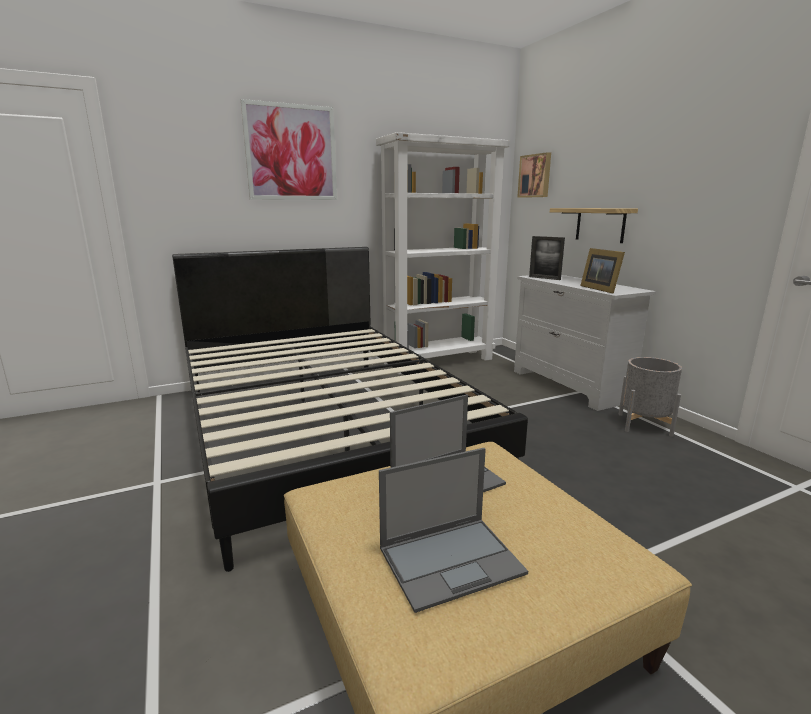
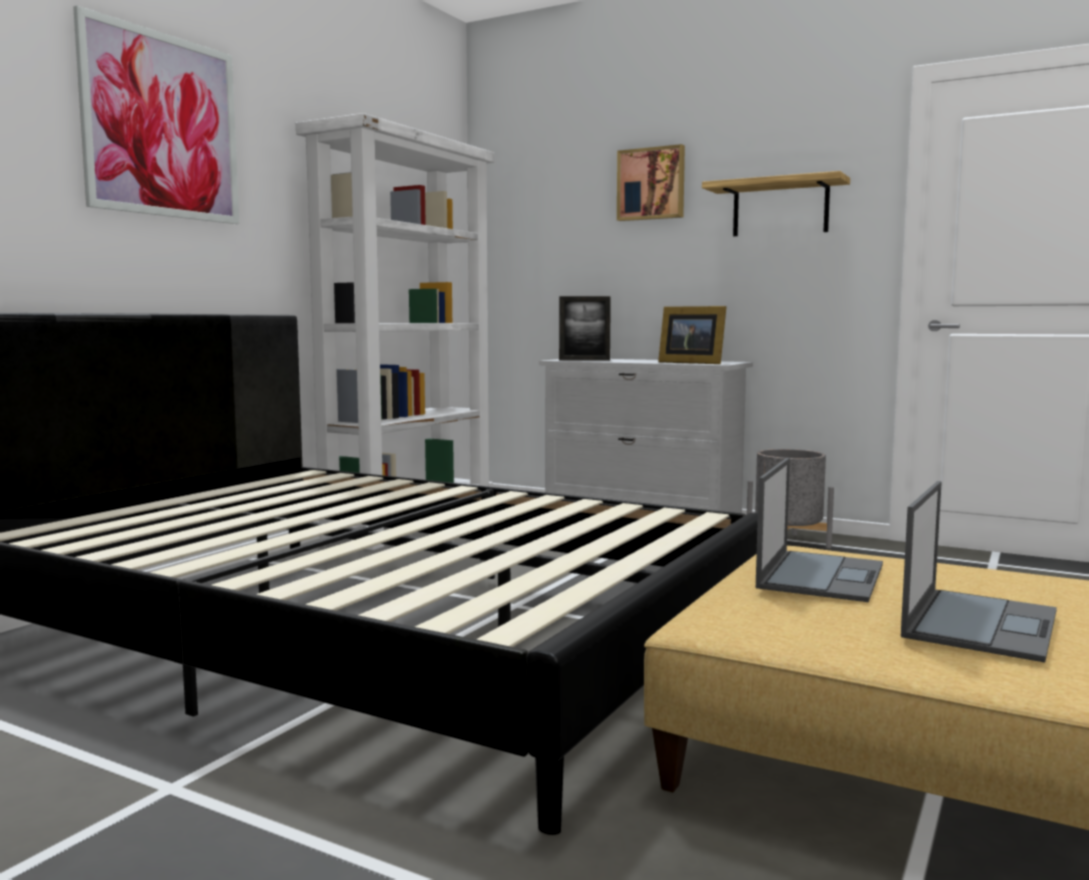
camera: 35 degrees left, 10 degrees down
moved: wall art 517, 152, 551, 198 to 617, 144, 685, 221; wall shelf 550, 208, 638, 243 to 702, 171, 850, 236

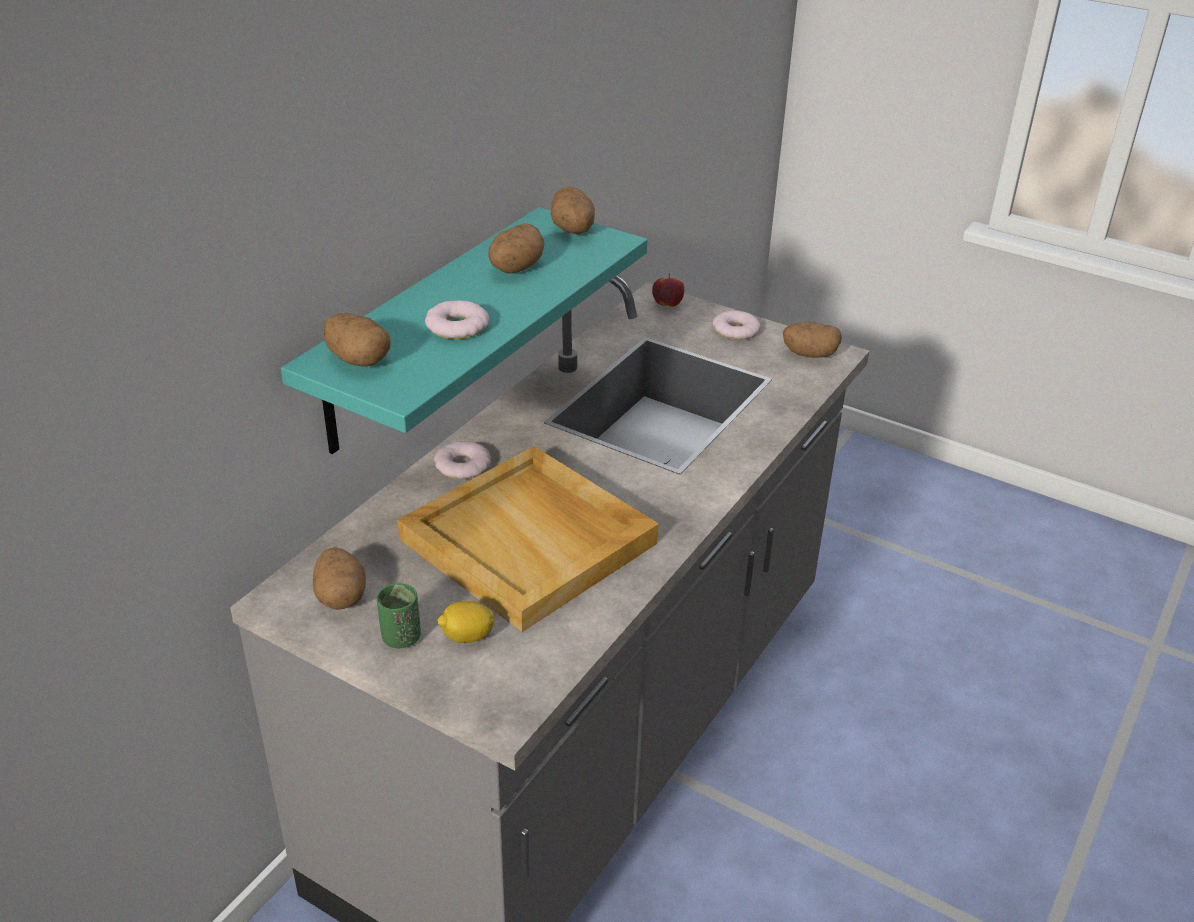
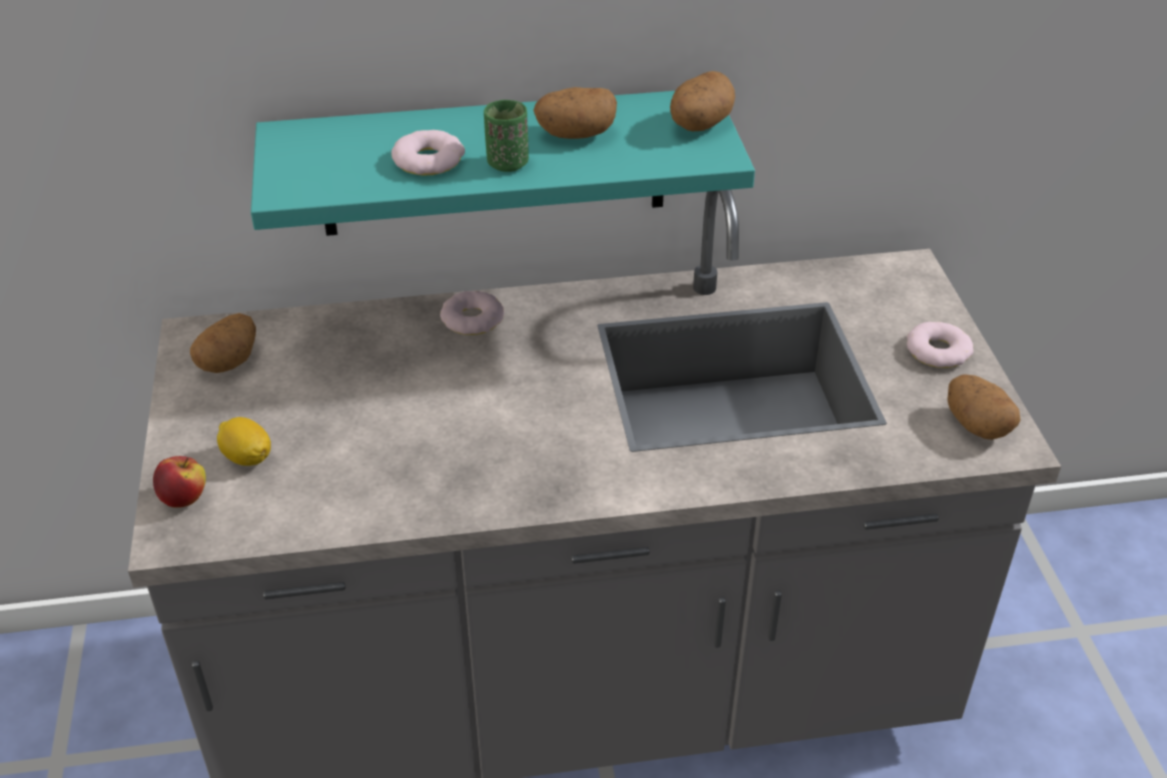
camera: 50 degrees right, 5 degrees up
removed: potato 324, 313, 391, 367; beige-coloured tray 398, 446, 659, 632
moved: green-coloured small cup 377, 583, 421, 648 to 484, 100, 529, 172; apple fruit 652, 273, 684, 307 to 153, 456, 206, 508

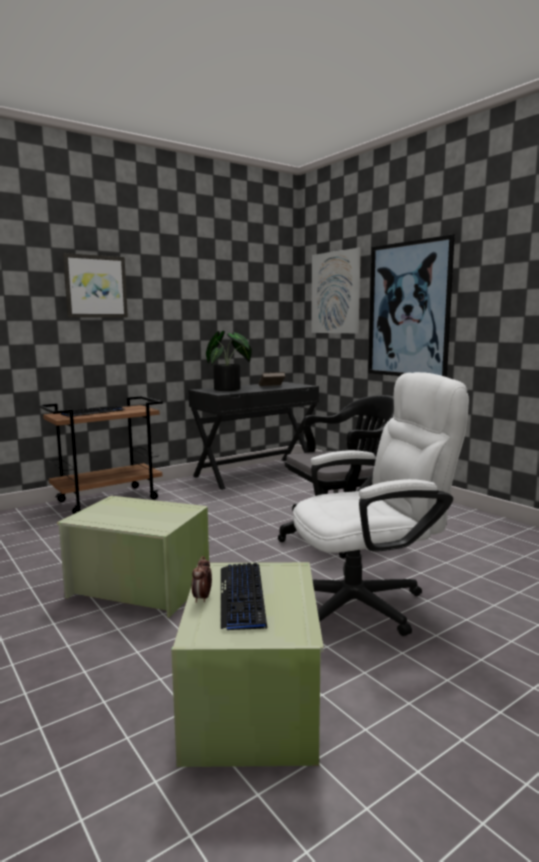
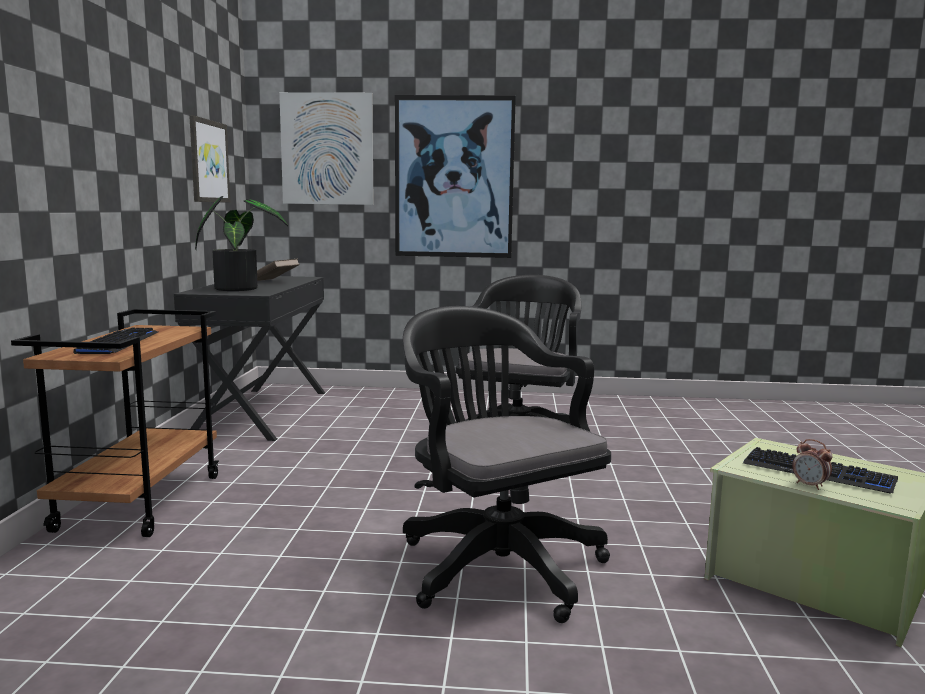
camera: 50 degrees left, 0 degrees up
removed: white-coloured office chair 293, 372, 469, 636
moved: wall art 63, 253, 128, 318 to 189, 115, 230, 203
replaced: green-coloured storage bin 57, 496, 209, 618 to blackish office chair 403, 306, 611, 623

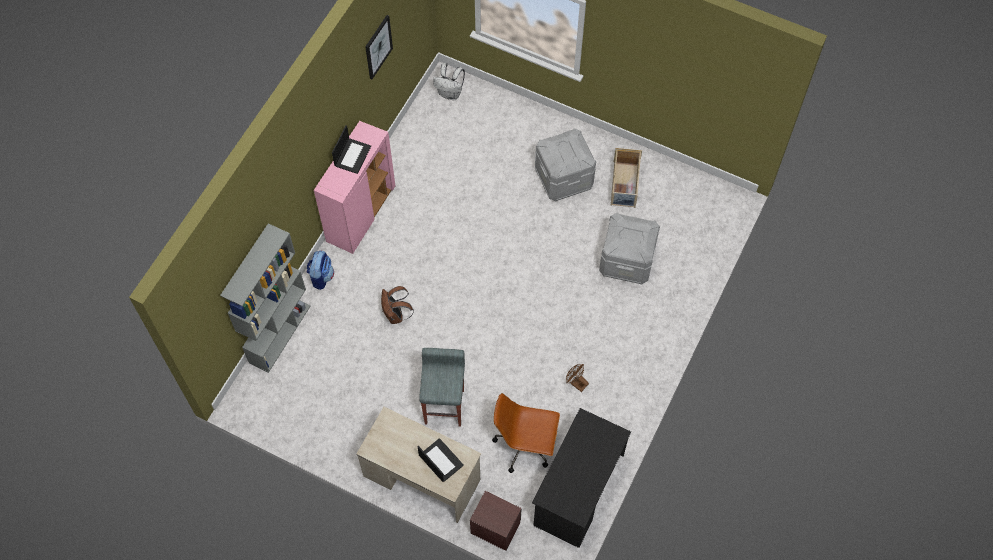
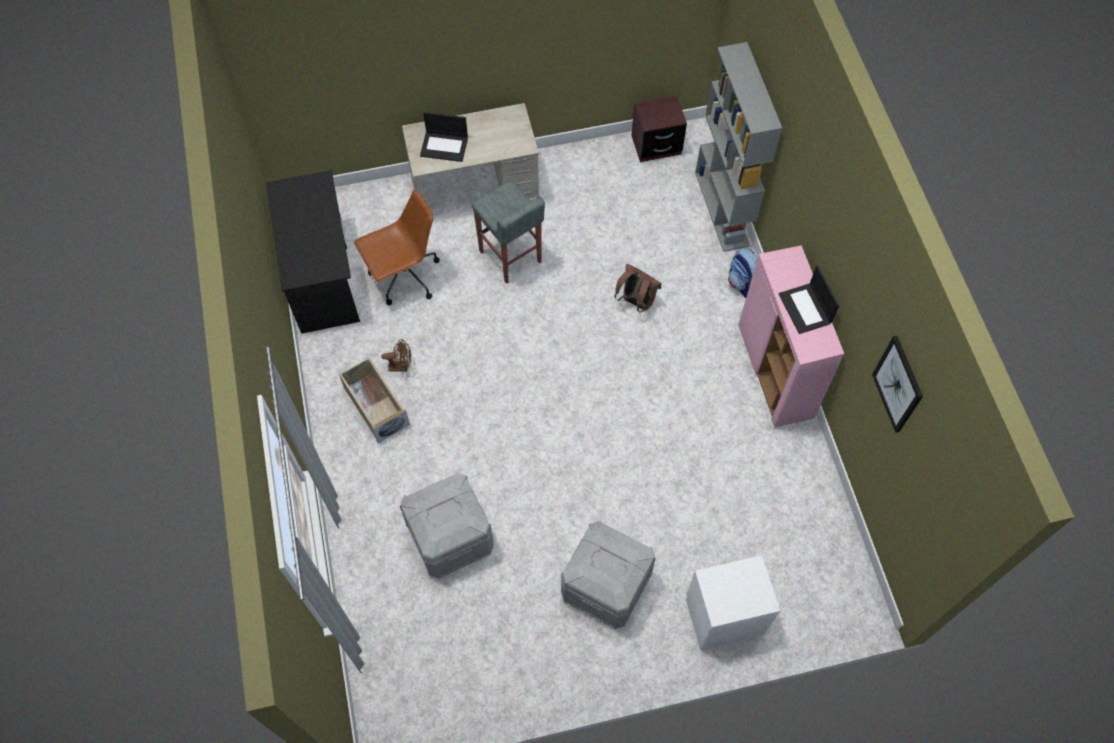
camera: 140 degrees right, 0 degrees up
removed: white-coloured knapsack 433, 63, 465, 100
added: white-coloured bedside table 686, 555, 780, 650
moved: brownish bedside table 470, 491, 522, 551 to 631, 95, 687, 162; beige-coloured storage bin 611, 148, 642, 208 to 339, 356, 410, 443

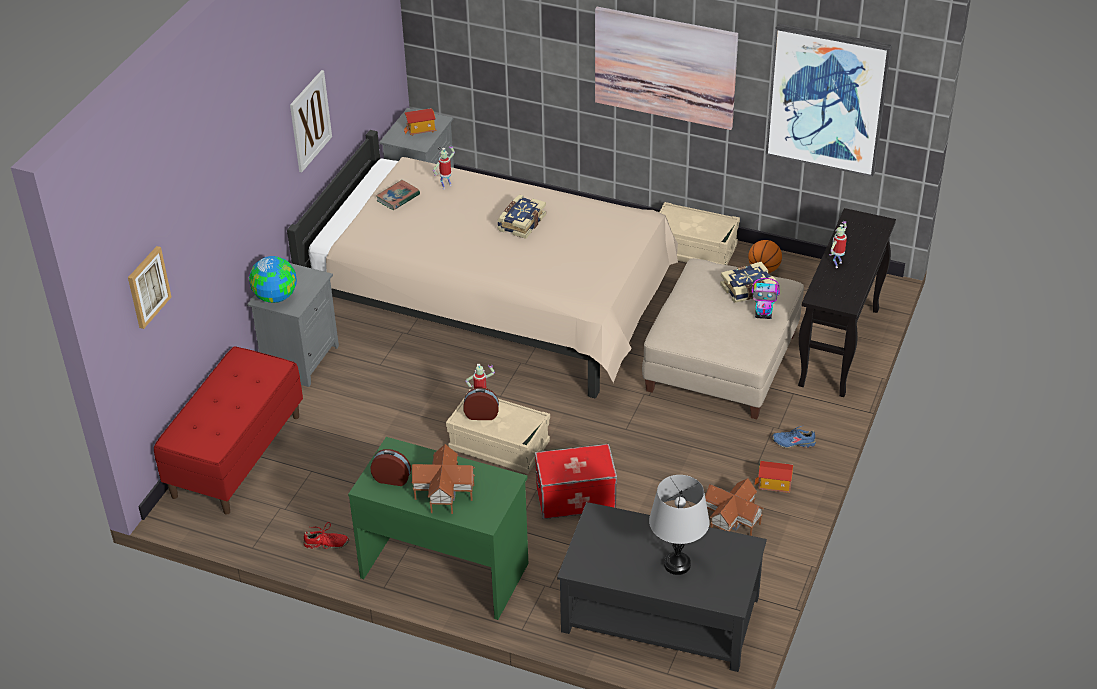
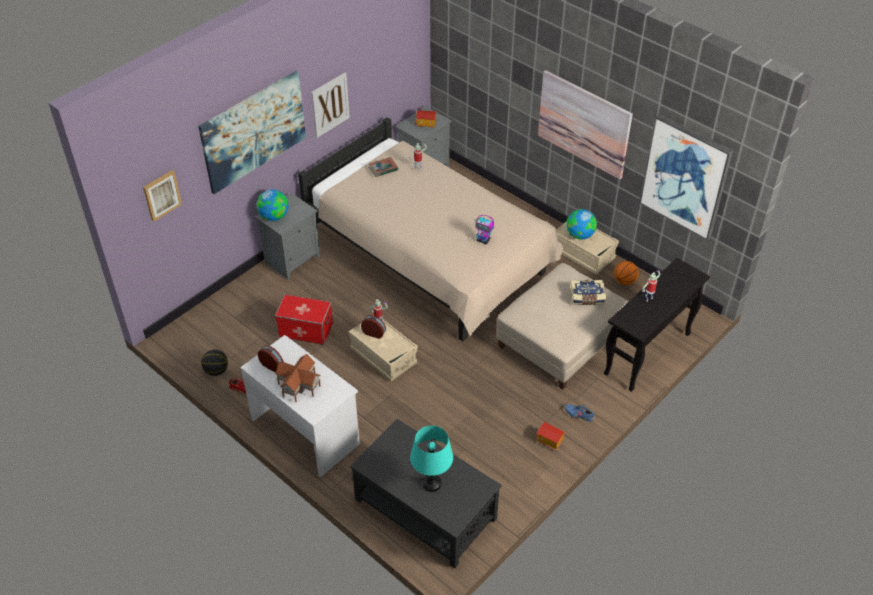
camera: 20 degrees right, 5 degrees up
removed: red-coloured bench 154, 346, 303, 515; volume 497, 194, 546, 239; toy house 705, 478, 764, 536
added: wall art 198, 71, 306, 194; basketball ball 201, 350, 228, 376; globe 566, 209, 597, 240
moved: storage bin 535, 444, 617, 519 to 275, 294, 333, 345; toy robot 751, 278, 780, 319 to 475, 215, 494, 244
recoloured: green-coloured desk table 348, 437, 528, 620 to white-coloured desk table 240, 335, 360, 477; grey lamp for a table 649, 475, 710, 575 to blue-green lamp for a table 410, 426, 453, 492

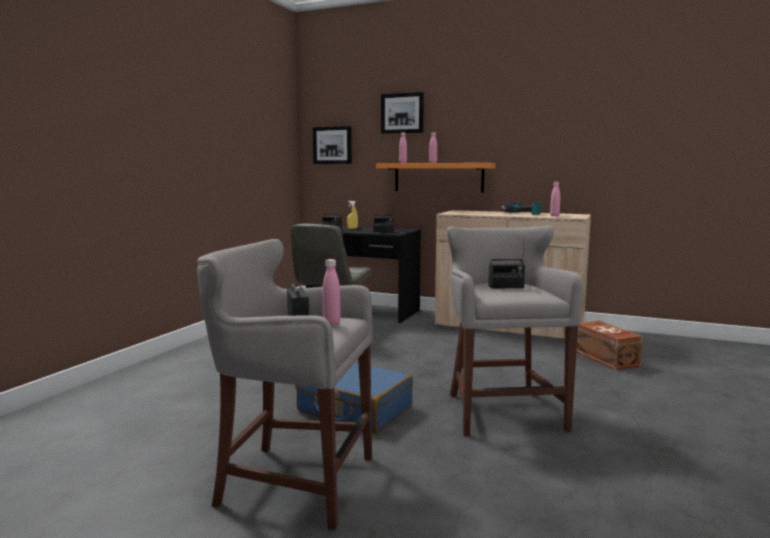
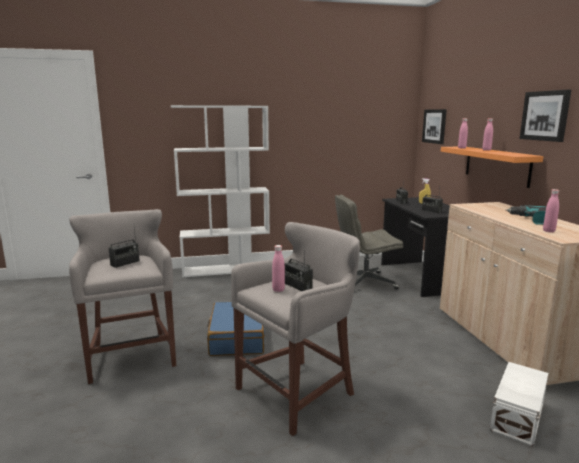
camera: 55 degrees right, 5 degrees up
added: white-coloured bookcase 171, 105, 270, 277
moved: pink drink bottle 323, 259, 341, 326 to 272, 245, 285, 292; wall art 381, 92, 424, 134 to 519, 90, 571, 142
recoloured: brownish storage bin 576, 321, 643, 370 to white-coloured storage bin 490, 362, 548, 447

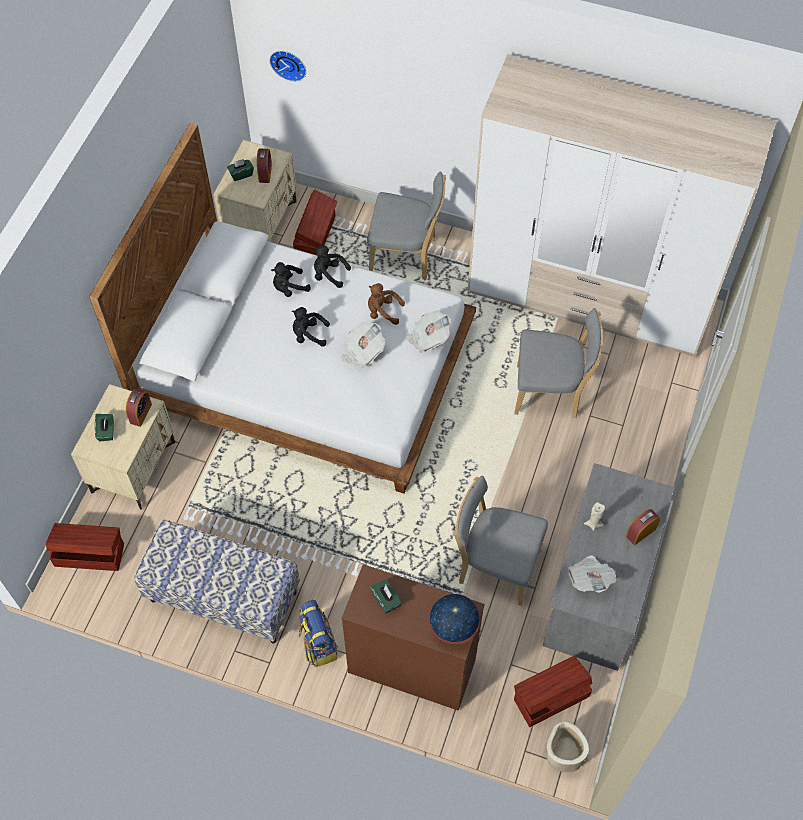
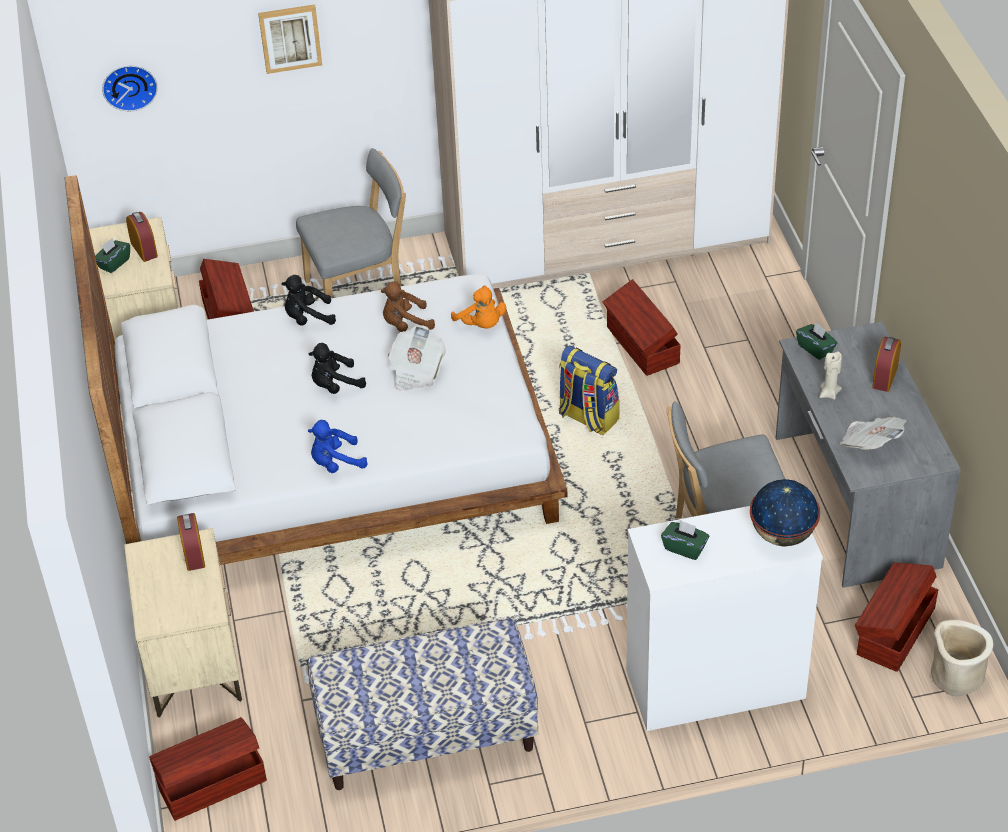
camera: 30 degrees left, 15 degrees down
removed: blackish plush toy 271, 262, 311, 297
added: wall art 258, 4, 322, 74; blue plush toy 308, 420, 368, 473
moved: green-coloured box of tissues 95, 414, 114, 441 to 796, 322, 837, 360; knapsack 298, 600, 338, 667 to 559, 345, 620, 435
replaced: printed paper 406, 310, 451, 353 to orange-coloured plush toy 451, 285, 506, 329; grey plain chair 514, 308, 603, 419 to brownish storage bin 603, 279, 680, 376
recoloured: brownish chest of drawers 342, 564, 485, 711 to white-coloured chest of drawers 626, 506, 823, 731

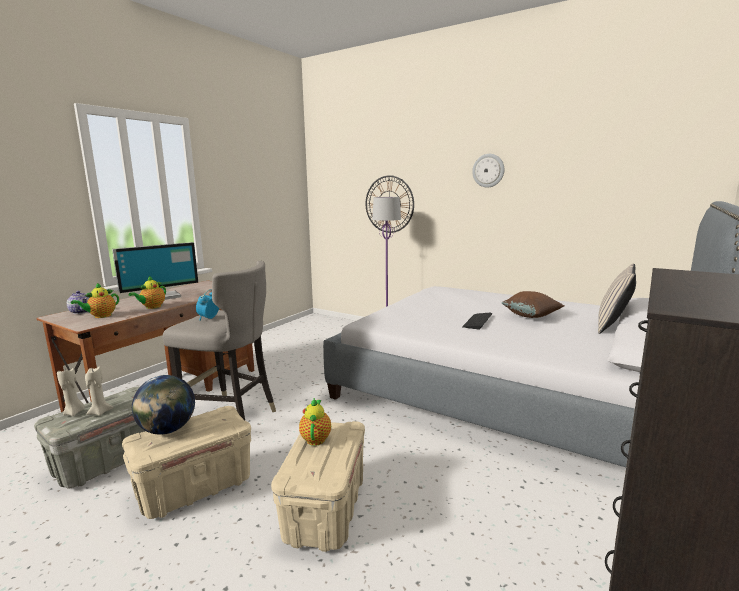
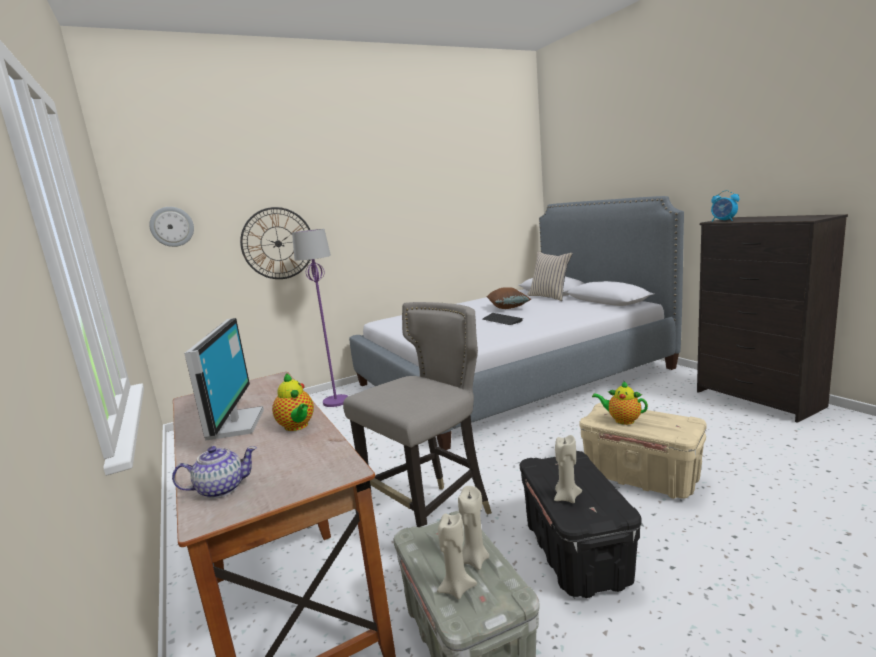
camera: 60 degrees left, 0 degrees up
removed: pot for tea 71, 282, 119, 318
moved: alarm clock 196, 289, 219, 321 to 711, 190, 740, 222; hanging clock 472, 154, 504, 188 to 149, 207, 194, 247
replaced: globe 132, 375, 195, 435 to beige-coloured wax light 554, 435, 582, 503
recoloured: beige-coloured storage bin 122, 406, 251, 519 to blackish storage bin 520, 451, 642, 598

